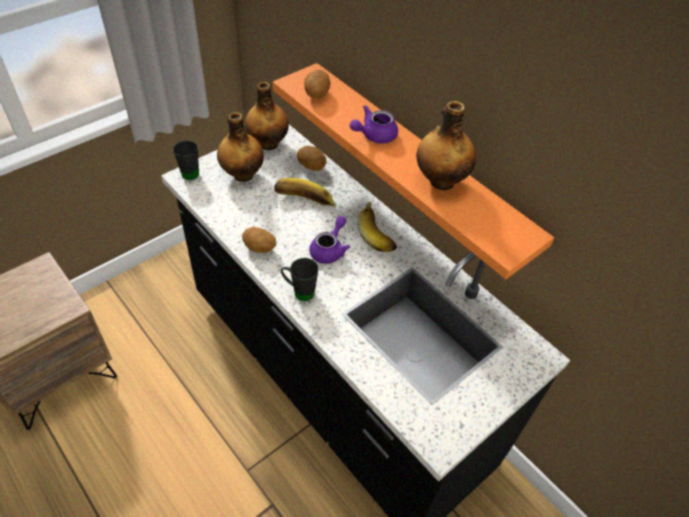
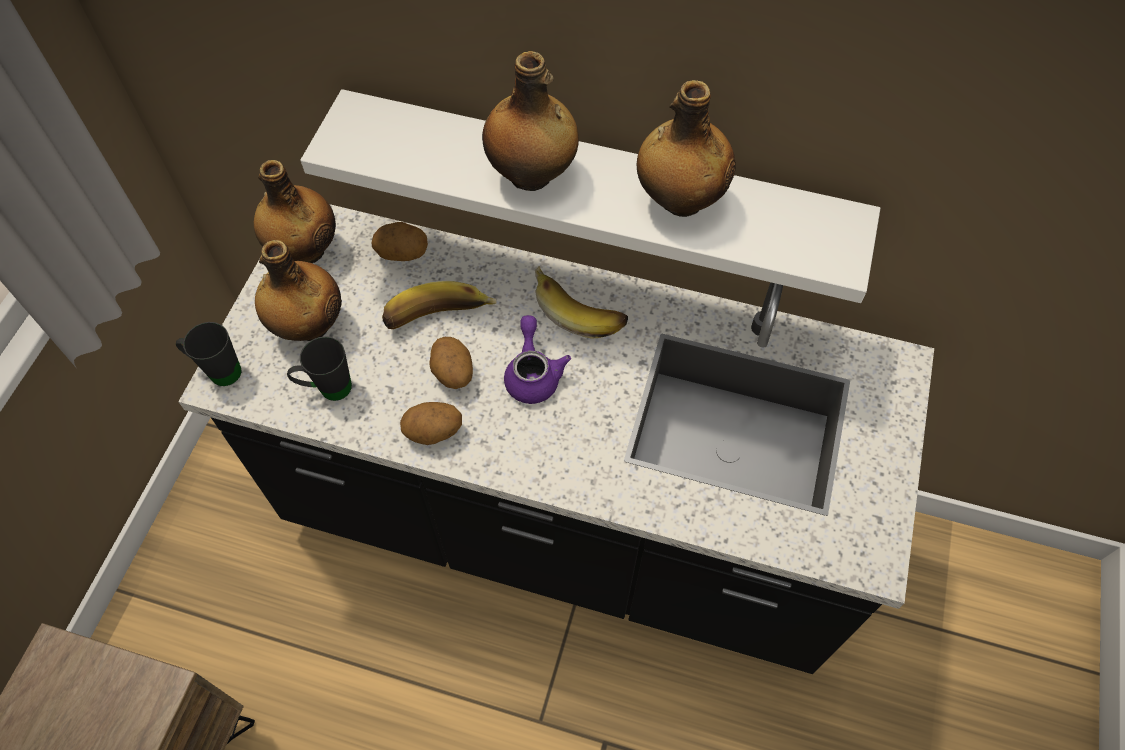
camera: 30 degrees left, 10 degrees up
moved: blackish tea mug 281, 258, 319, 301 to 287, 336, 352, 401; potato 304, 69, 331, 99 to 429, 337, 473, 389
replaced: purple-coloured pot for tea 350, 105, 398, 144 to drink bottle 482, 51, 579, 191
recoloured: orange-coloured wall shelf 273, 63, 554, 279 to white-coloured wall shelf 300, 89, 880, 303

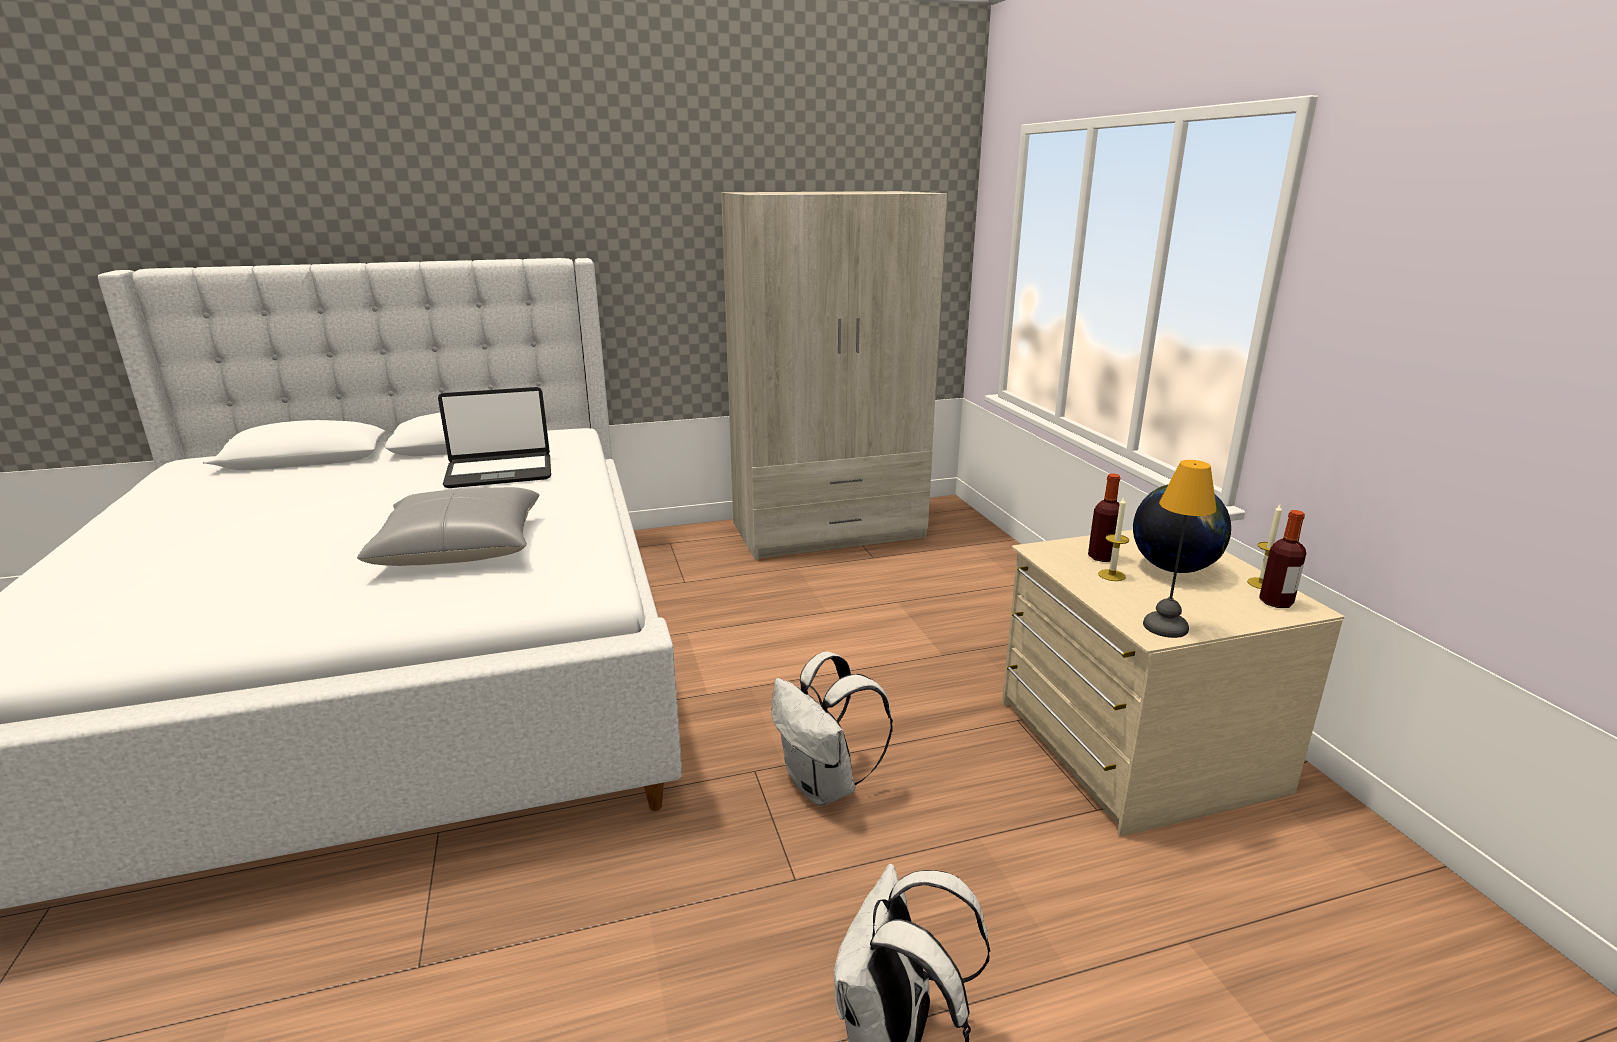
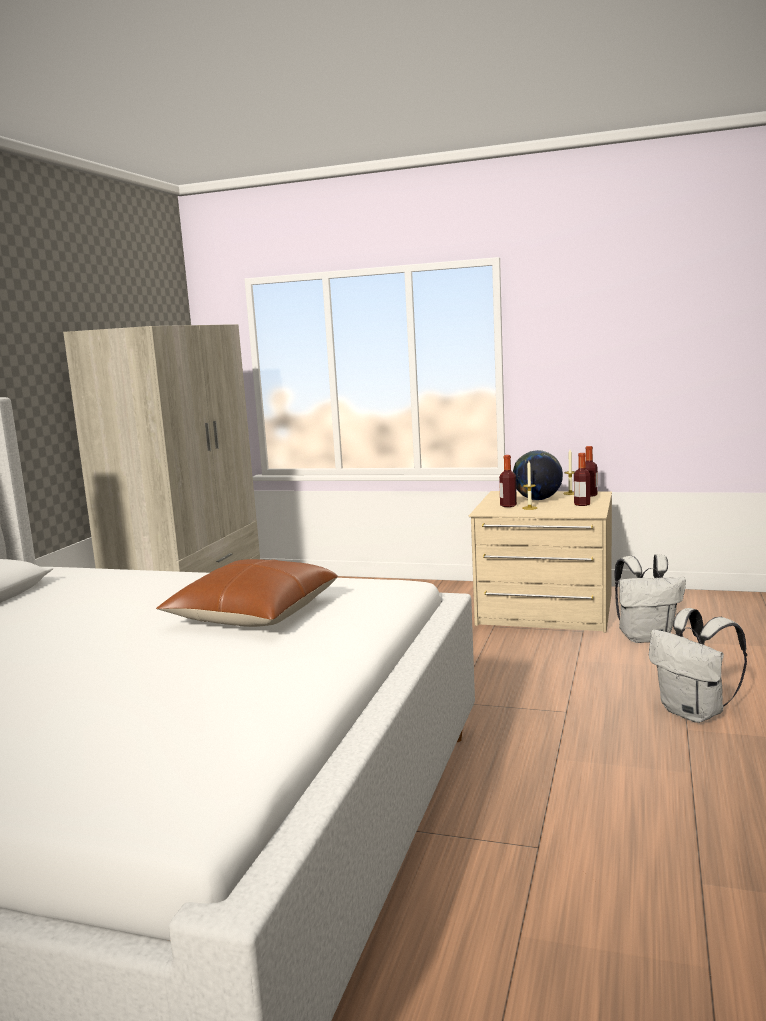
camera: 55 degrees left, 10 degrees down
removed: laptop 438, 387, 551, 488; lamp for a table 1143, 460, 1217, 638
added: drink bottle 574, 453, 590, 506
moved: white-coloured knapsack 772, 651, 893, 806 to 614, 554, 686, 643
recoloured: grey throw pillow 357, 487, 540, 566 to brownish throw pillow 156, 559, 338, 627

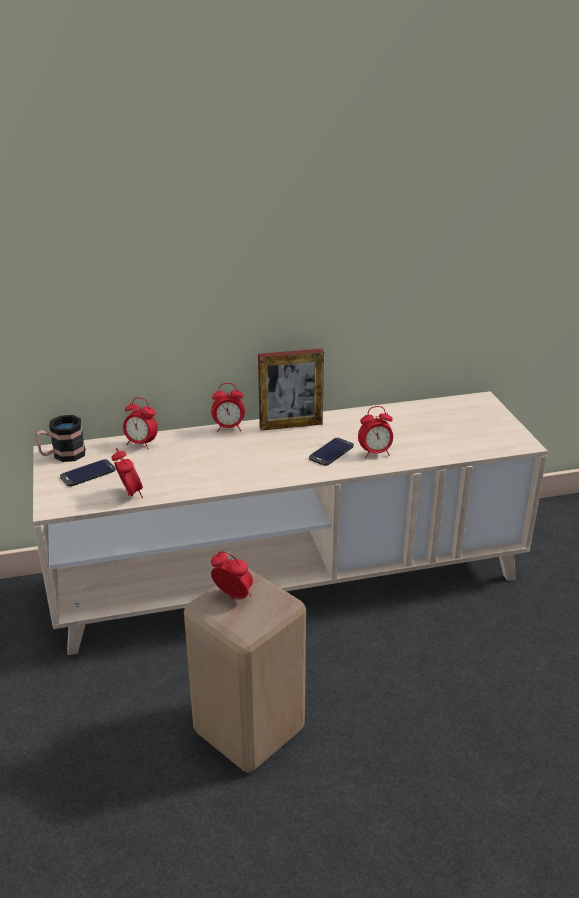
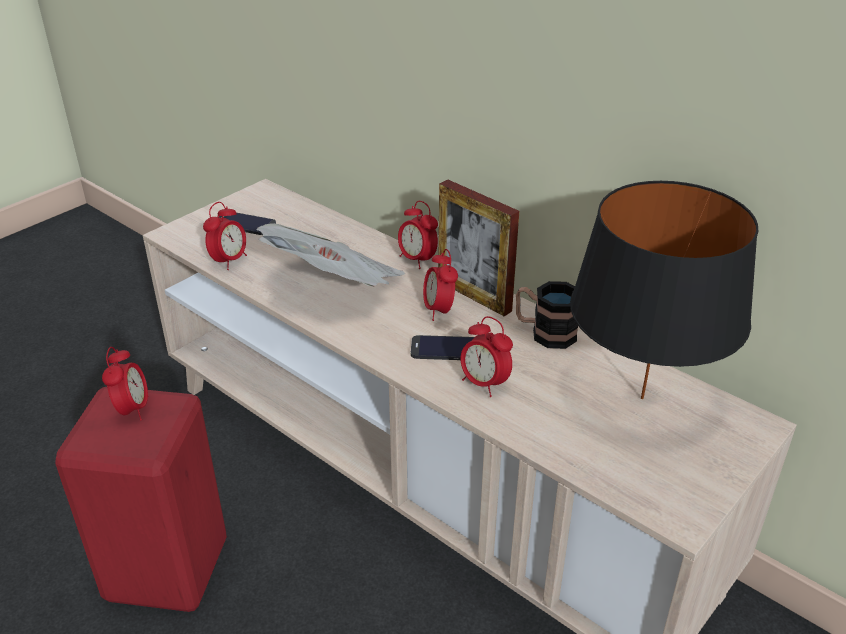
camera: 55 degrees right, 5 degrees up
added: printed paper 257, 223, 405, 287; blackish lamp for a table 570, 181, 758, 399
moved: tea mug 35, 415, 86, 462 to 516, 281, 578, 349; alarm clock 123, 397, 158, 449 to 423, 249, 458, 321
recoloured: beige-coloured stool seat 184, 569, 306, 773 to red-coloured stool seat 55, 387, 227, 612

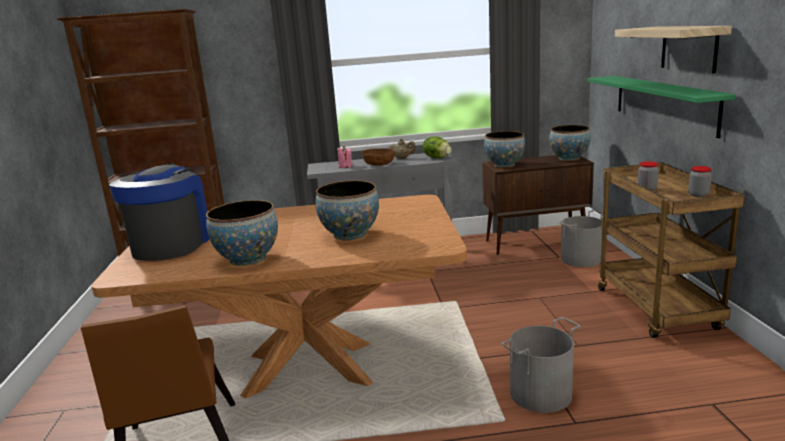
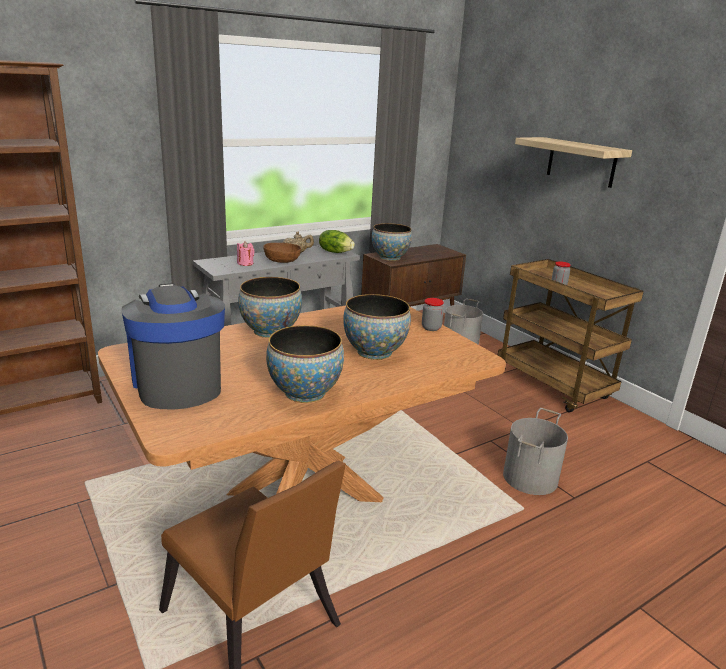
camera: 30 degrees left, 5 degrees up
removed: green-coloured wall shelf 588, 76, 736, 138
moved: bowl 549, 125, 591, 161 to 238, 277, 302, 338; jar 688, 166, 712, 197 to 422, 298, 444, 331

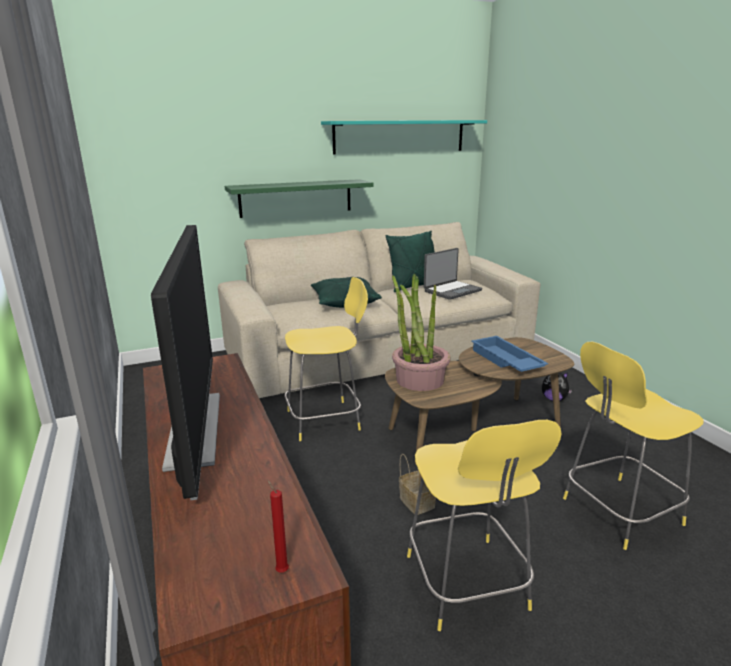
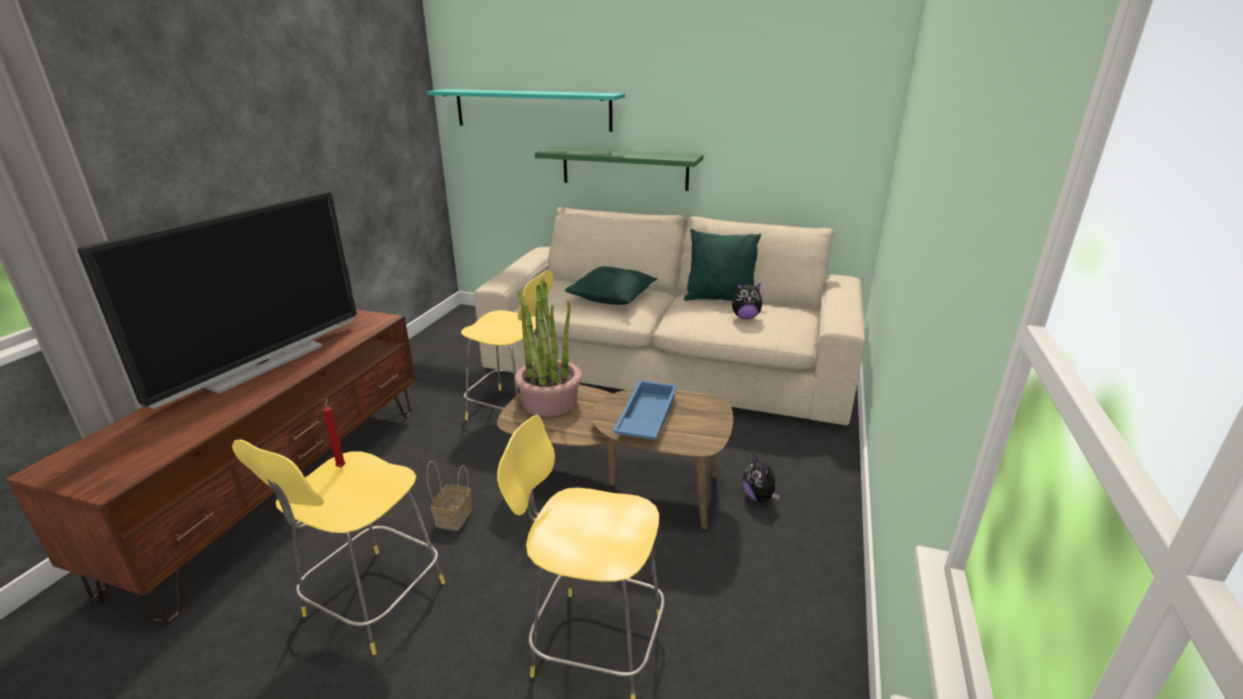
camera: 40 degrees right, 5 degrees up
moved: red-coloured wax light 267, 479, 289, 572 to 323, 398, 346, 467; blue-green wall shelf 321, 120, 487, 154 to 427, 89, 625, 132
replaced: laptop 424, 248, 482, 300 to plush toy 732, 283, 763, 319

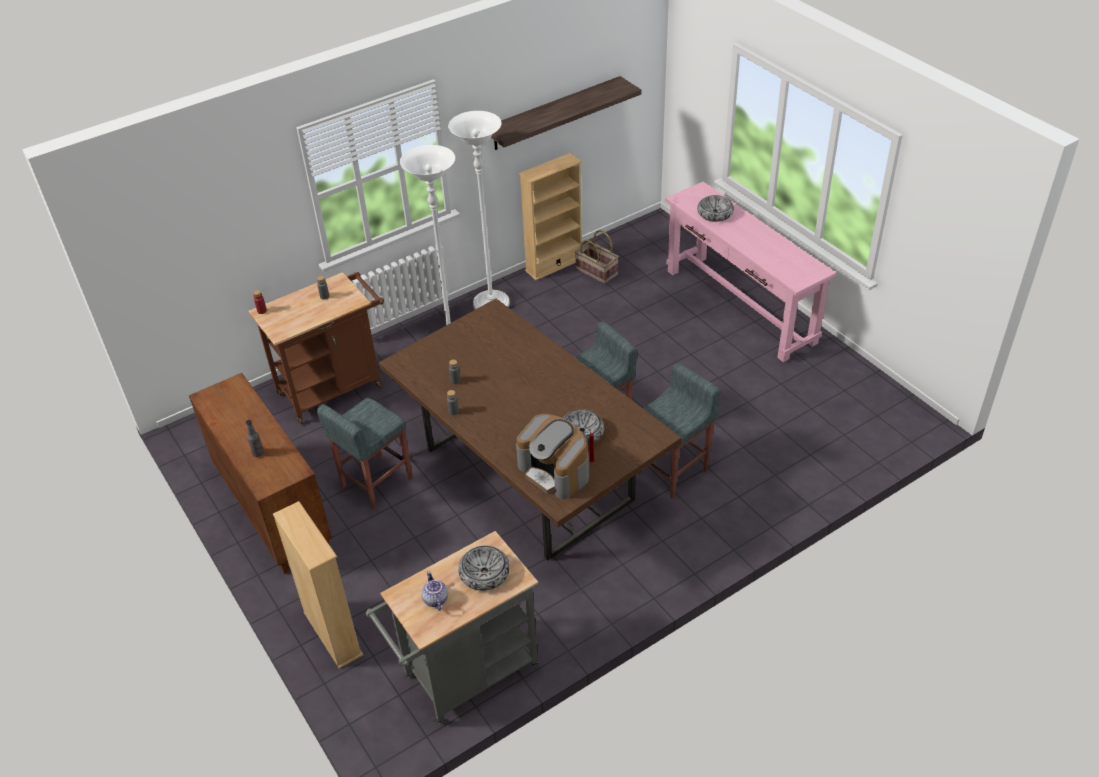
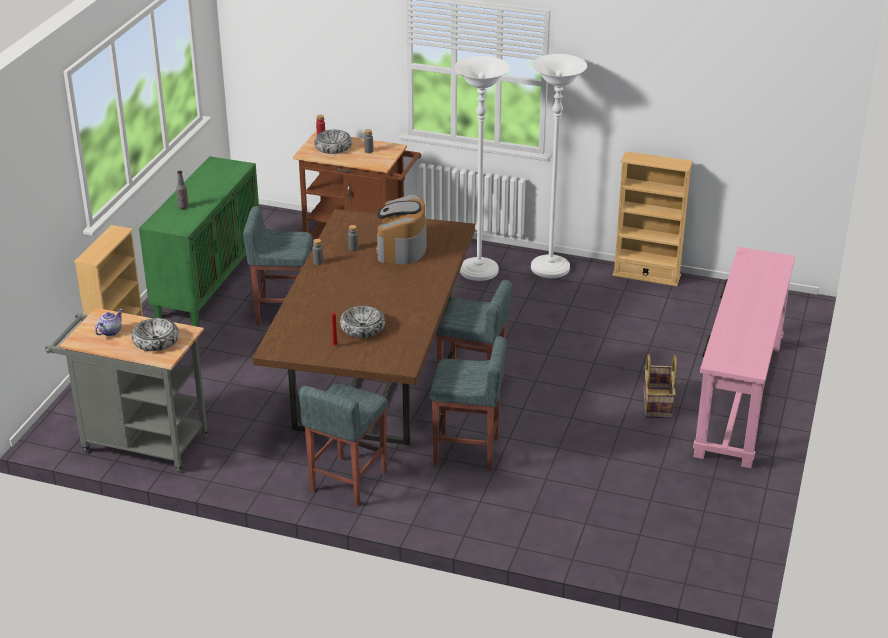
camera: 50 degrees right, 10 degrees down
removed: wall shelf 491, 76, 642, 150
added: grey stool seat 299, 383, 388, 506
moved: coffee maker 516, 414, 589, 499 to 376, 194, 427, 264; household basket 575, 230, 619, 284 to 643, 354, 677, 418; bowl 697, 195, 734, 222 to 314, 130, 352, 154
recoloured: brownish cabinet 189, 373, 332, 574 to green-coloured cabinet 139, 156, 259, 326

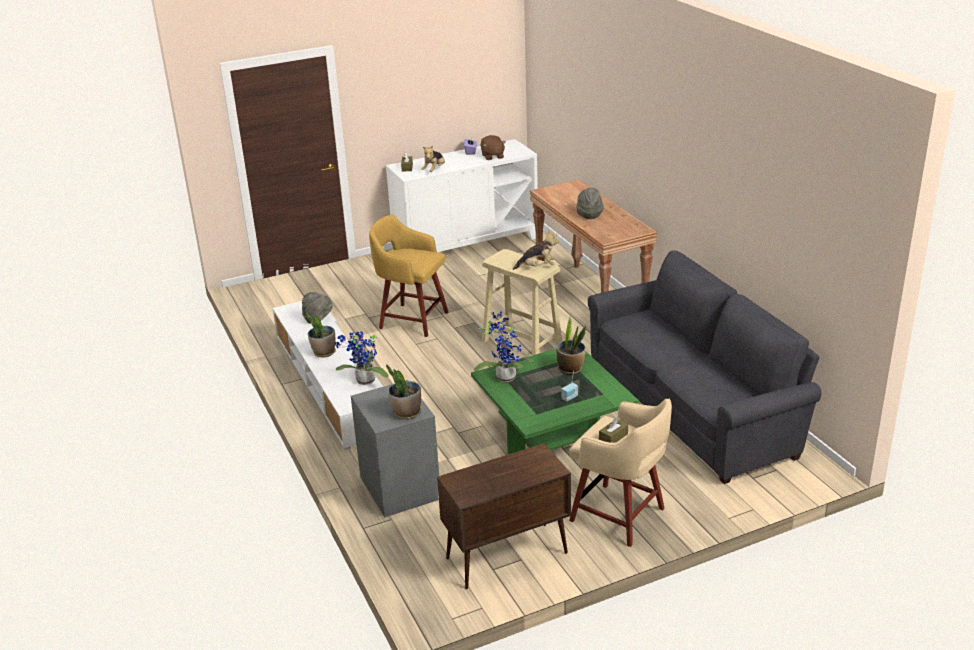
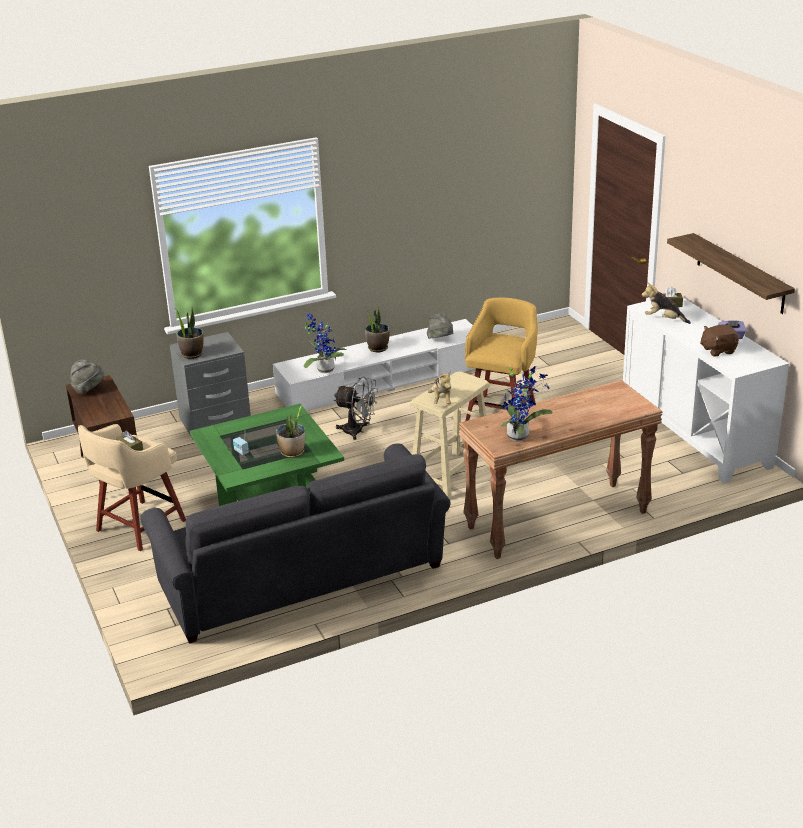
camera: 90 degrees right, 0 degrees up
added: grey cooling fan 334, 376, 378, 440; wall shelf 667, 233, 795, 314
moved: plant in a pot 474, 311, 534, 382 to 501, 365, 553, 441; grey wearable hat 577, 188, 604, 219 to 71, 360, 104, 394

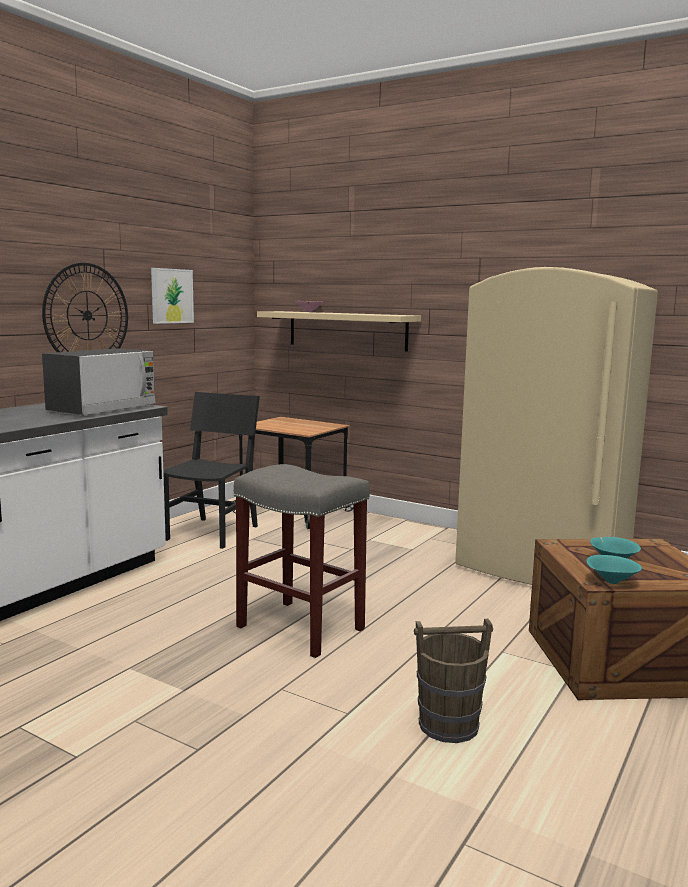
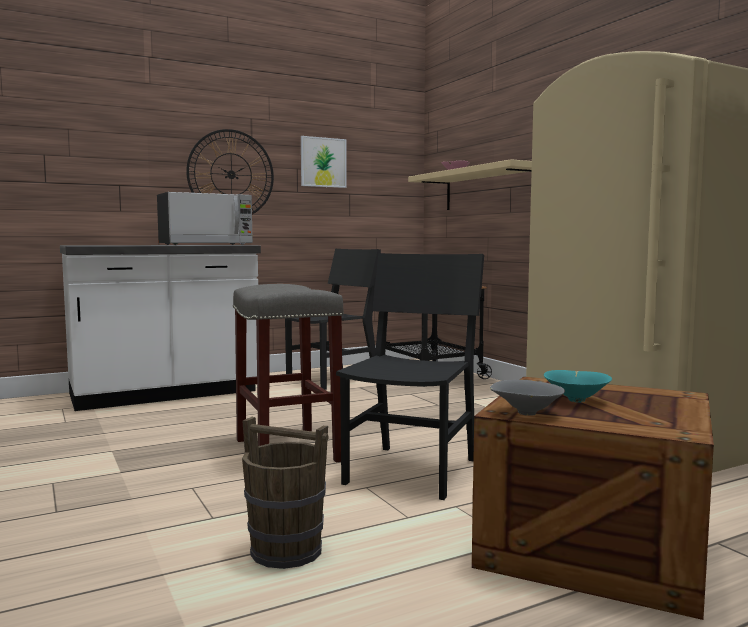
camera: 30 degrees right, 5 degrees down
added: blackish plain chair 336, 253, 484, 500
recoloured: blue-green bowl 586, 555, 642, 584 to grey bowl 490, 380, 565, 416

